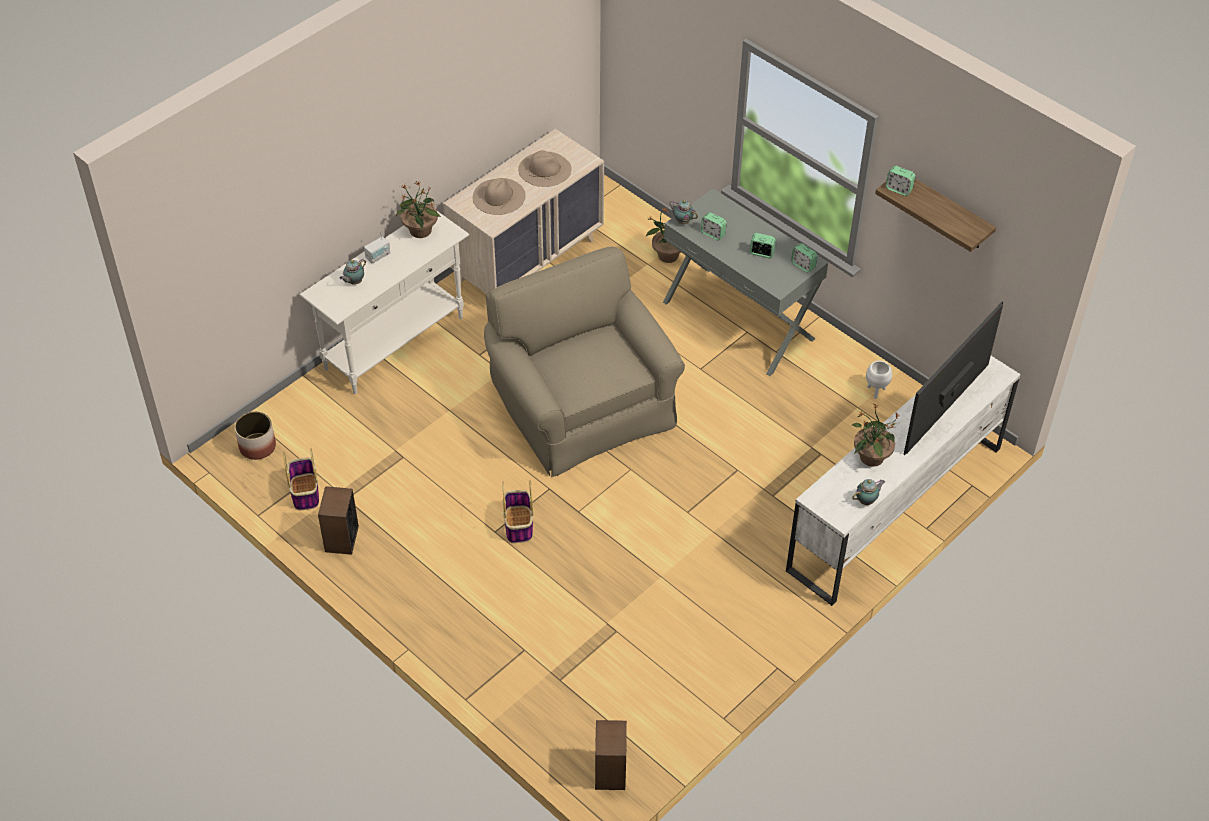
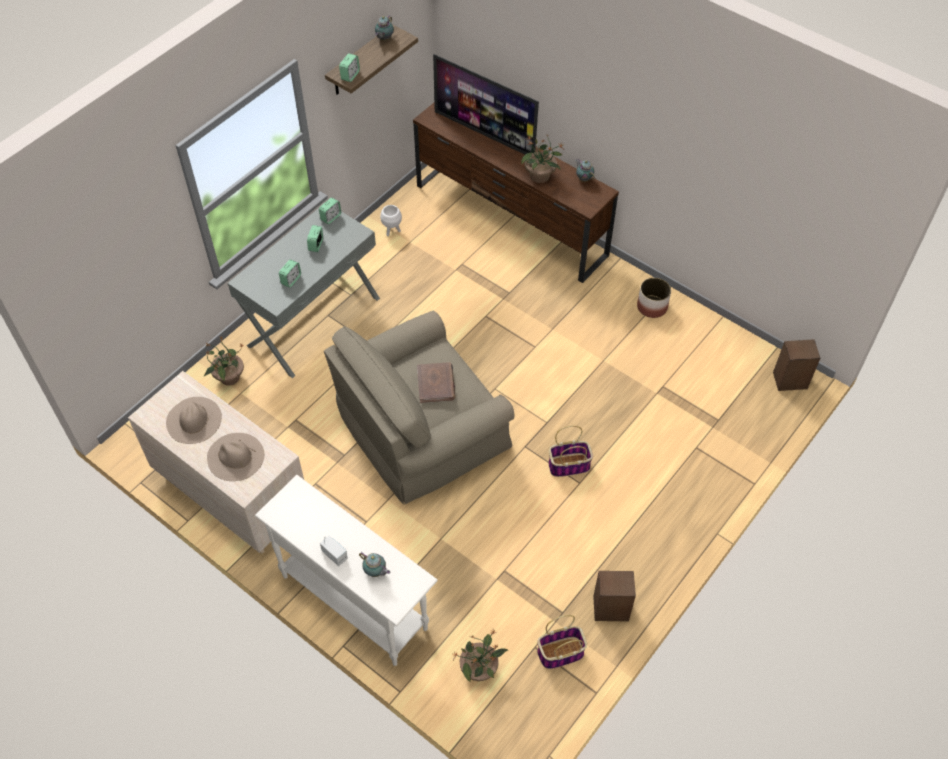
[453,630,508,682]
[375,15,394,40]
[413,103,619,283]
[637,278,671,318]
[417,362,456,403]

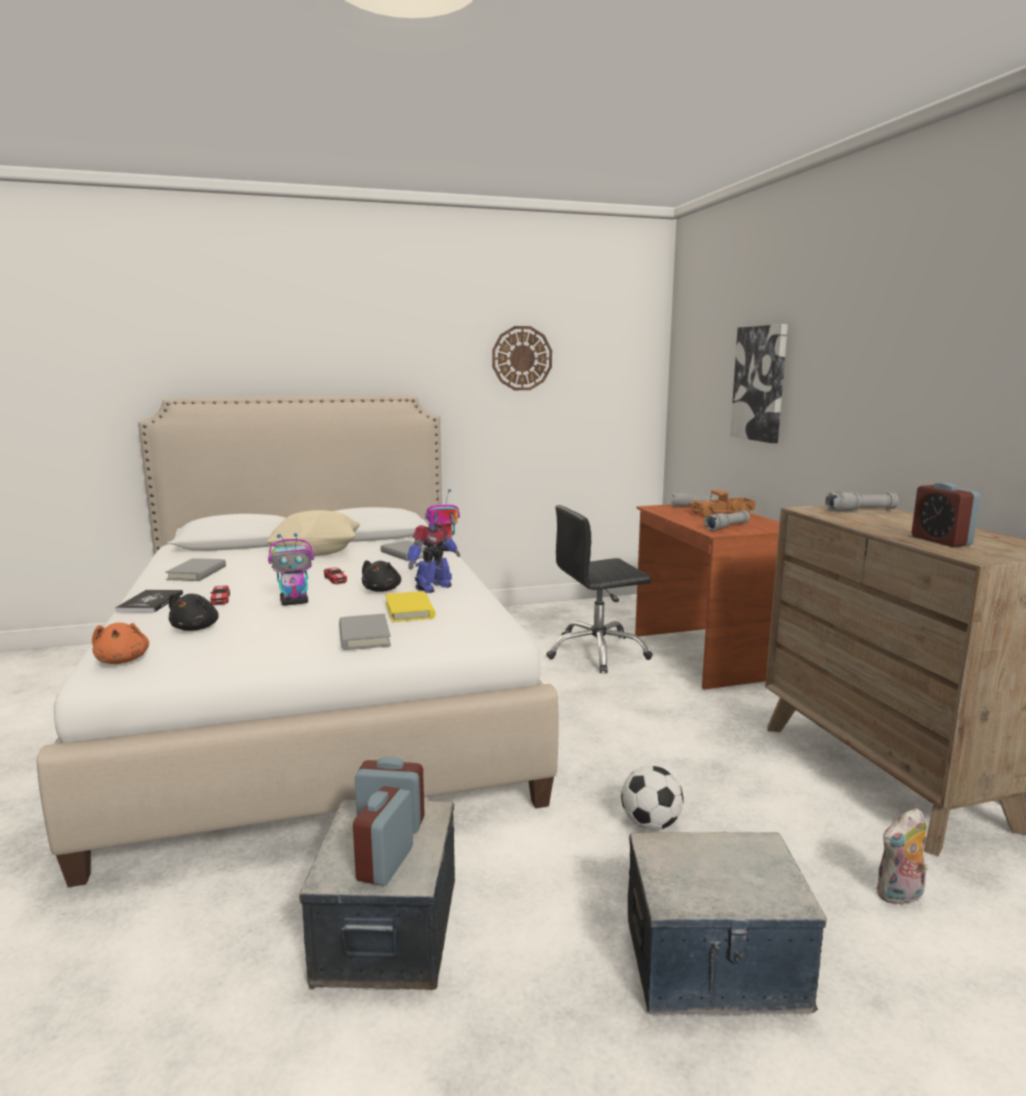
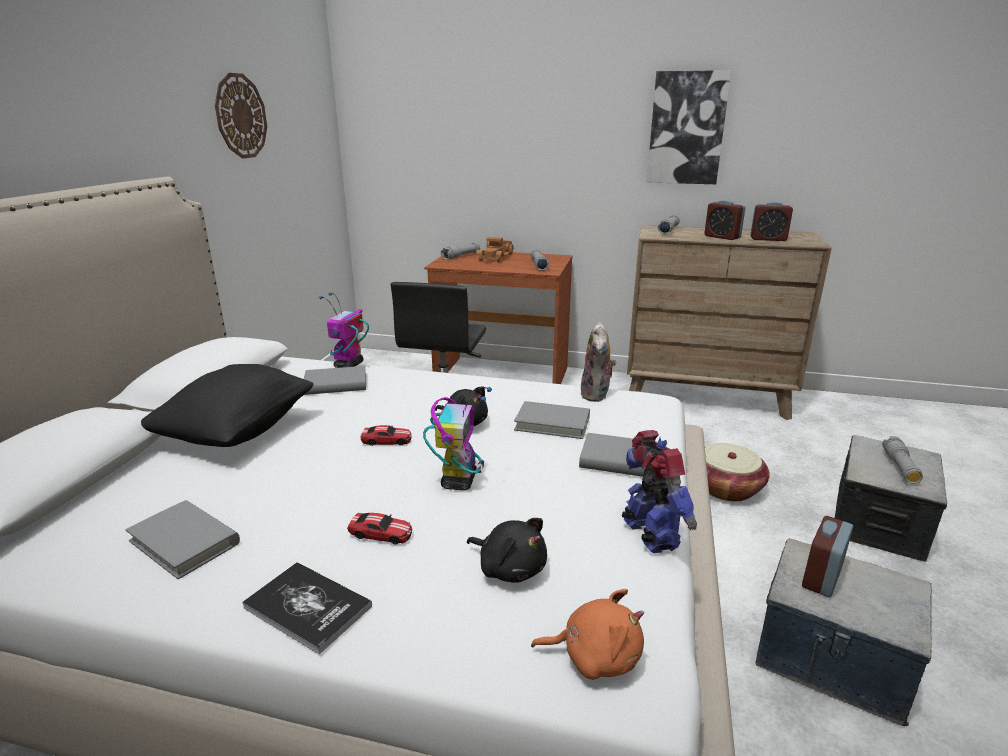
[647,70,731,184]
[141,364,314,447]
[622,430,697,553]
[514,401,590,439]
[705,443,770,501]
[704,200,746,240]
[581,322,616,402]
[882,436,923,484]

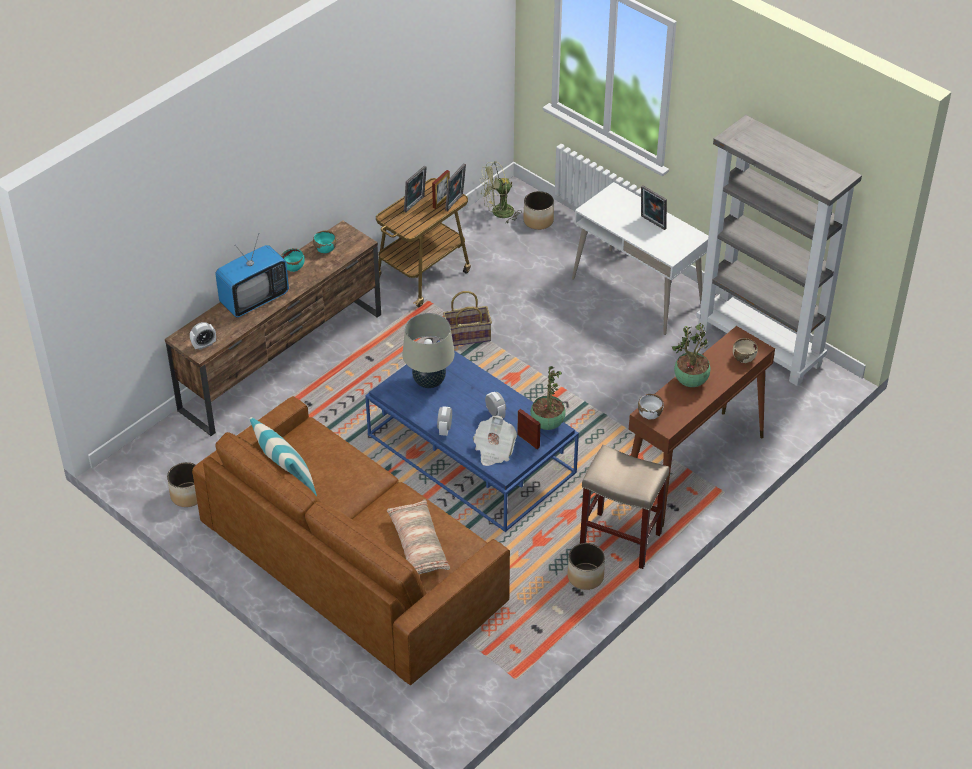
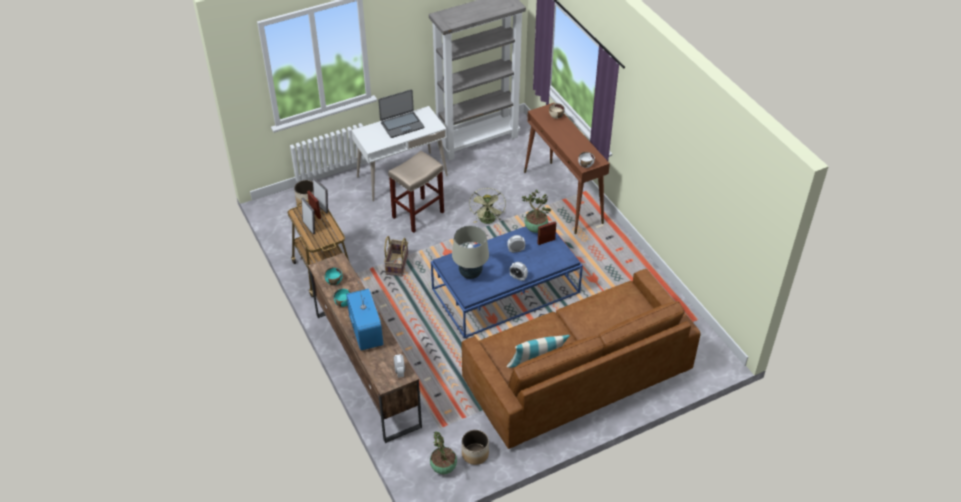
[469,188,506,224]
[378,89,424,138]
[430,432,457,474]
[473,416,517,466] (first image)
[388,151,444,233]
[387,499,450,574] (first image)
[568,543,605,590] (first image)

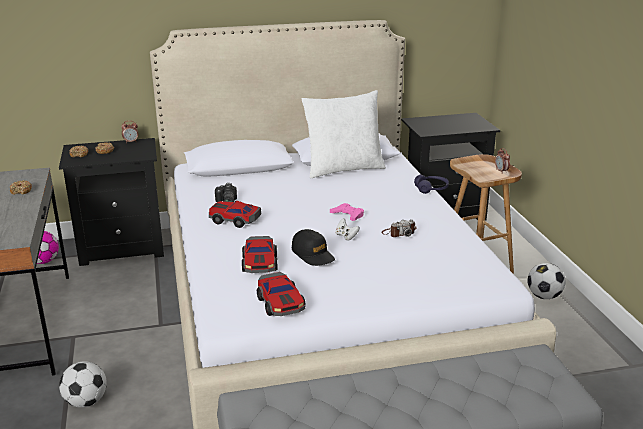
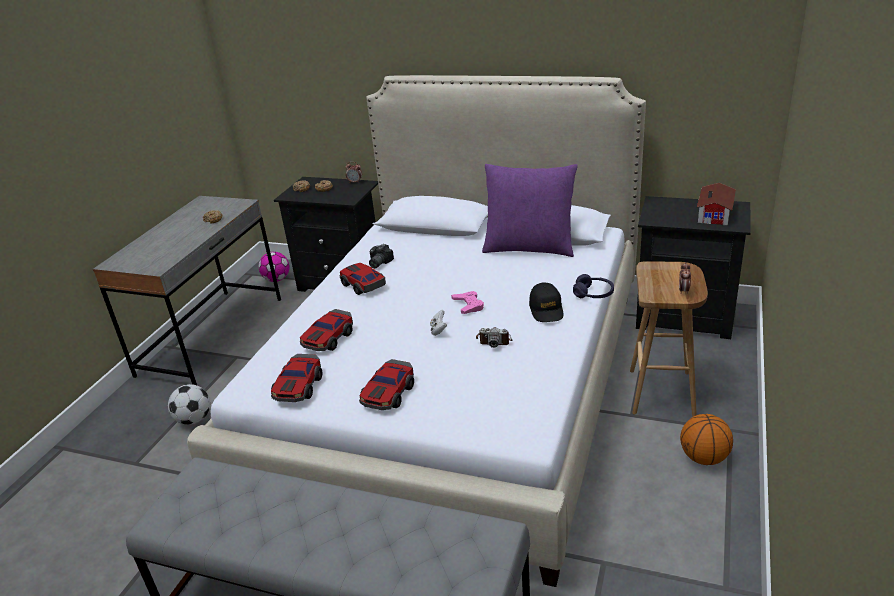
[482,164,578,257]
[529,282,564,322]
[680,414,733,465]
[697,183,736,225]
[359,359,414,410]

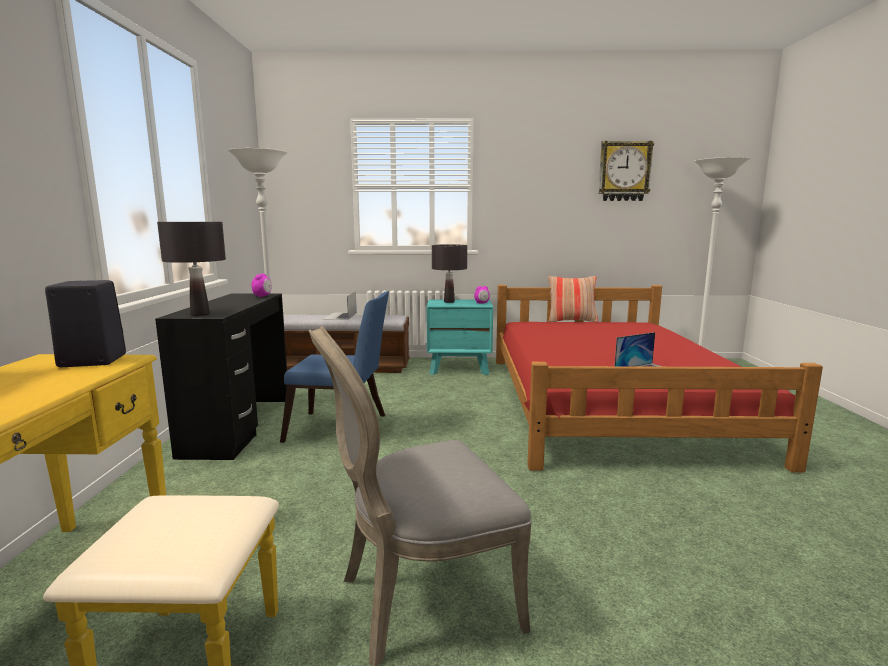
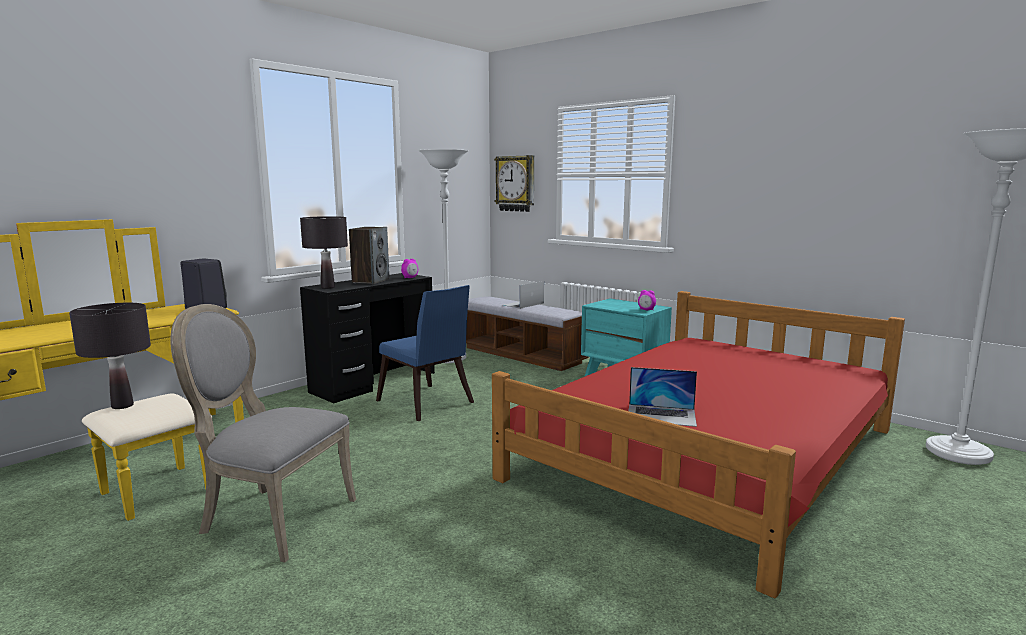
[494,155,534,212]
[69,303,151,409]
[548,276,598,322] (first image)
[349,227,389,284]

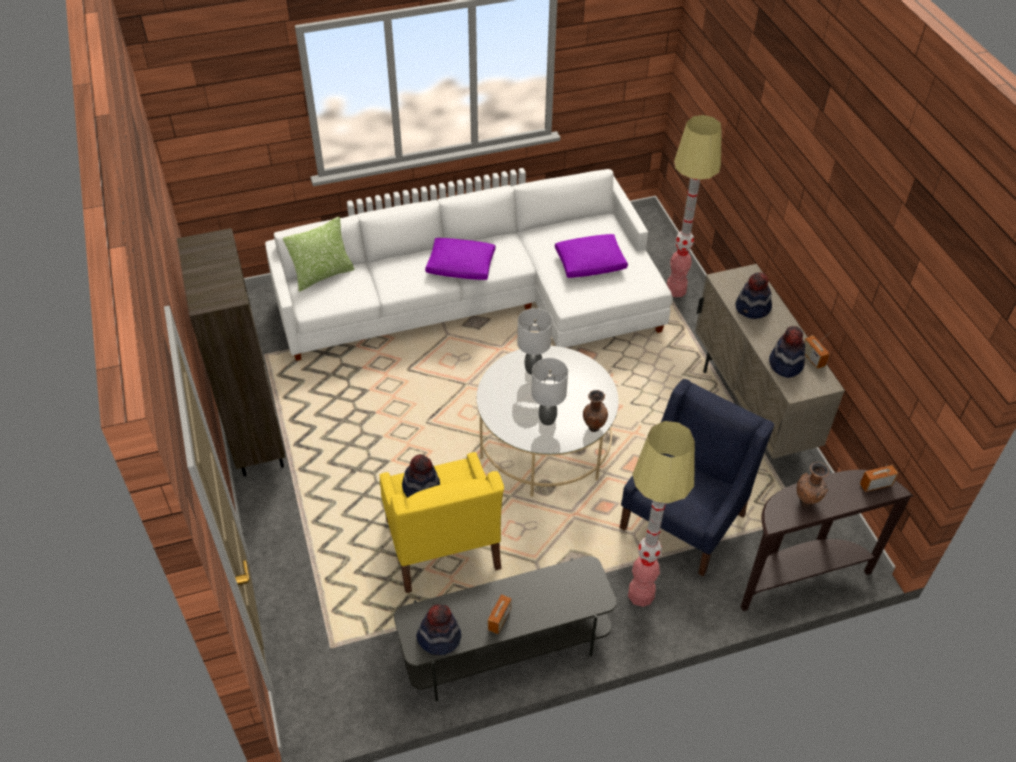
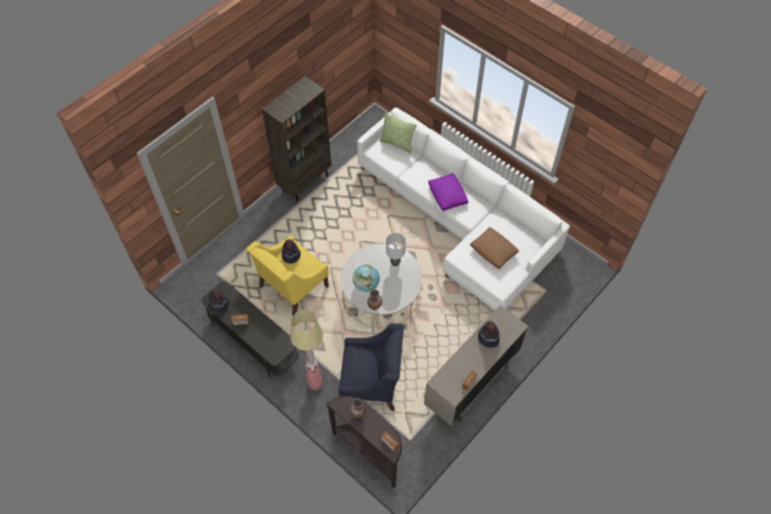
[667,115,722,297] (first image)
[470,227,519,269]
[769,326,805,378] (first image)
[353,265,380,292]

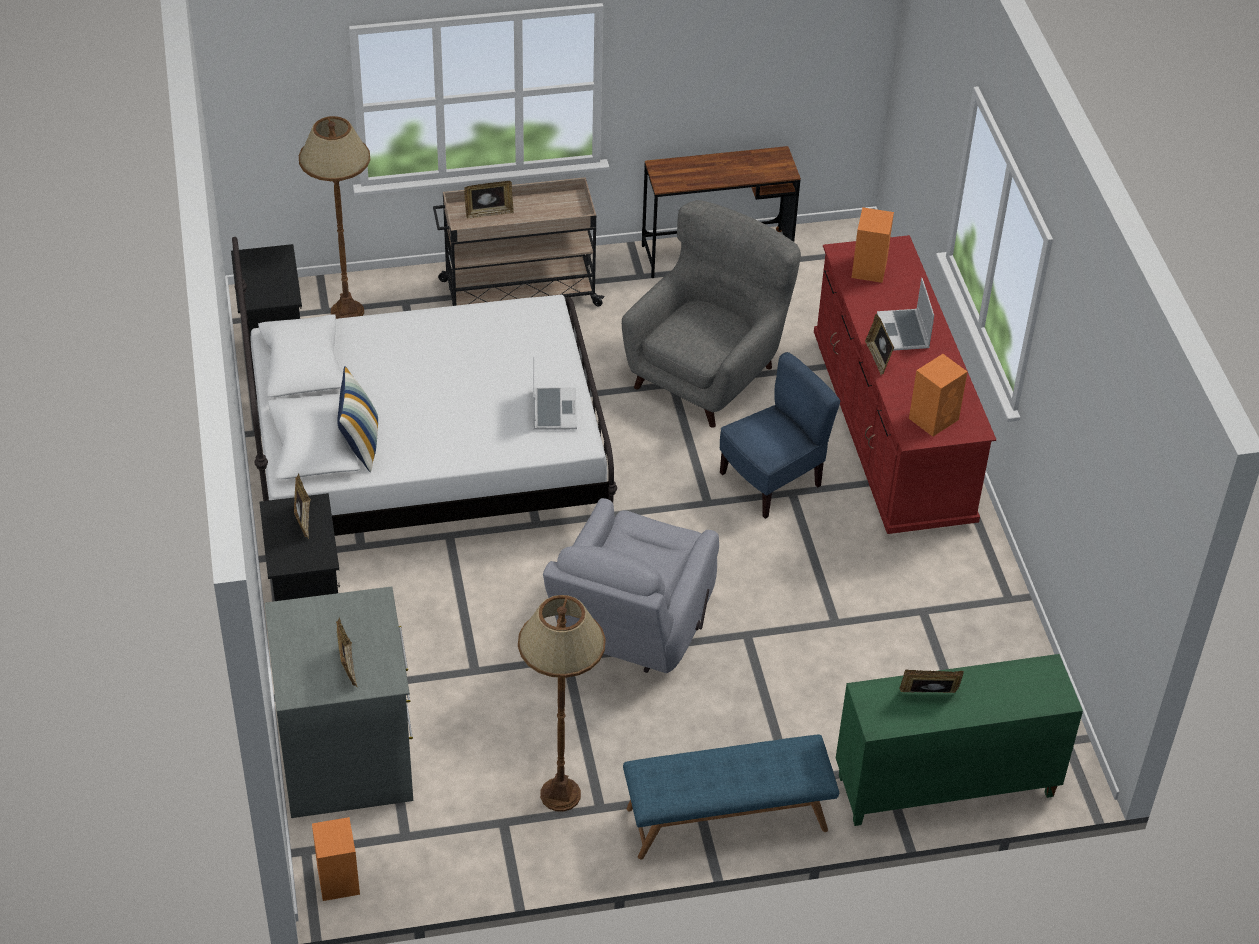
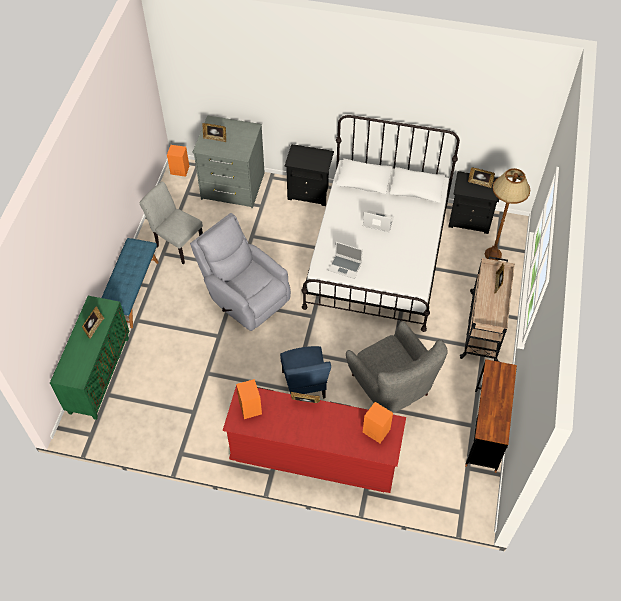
[363,210,394,232]
[337,366,378,472] (first image)
[468,168,495,188]
[139,181,203,265]

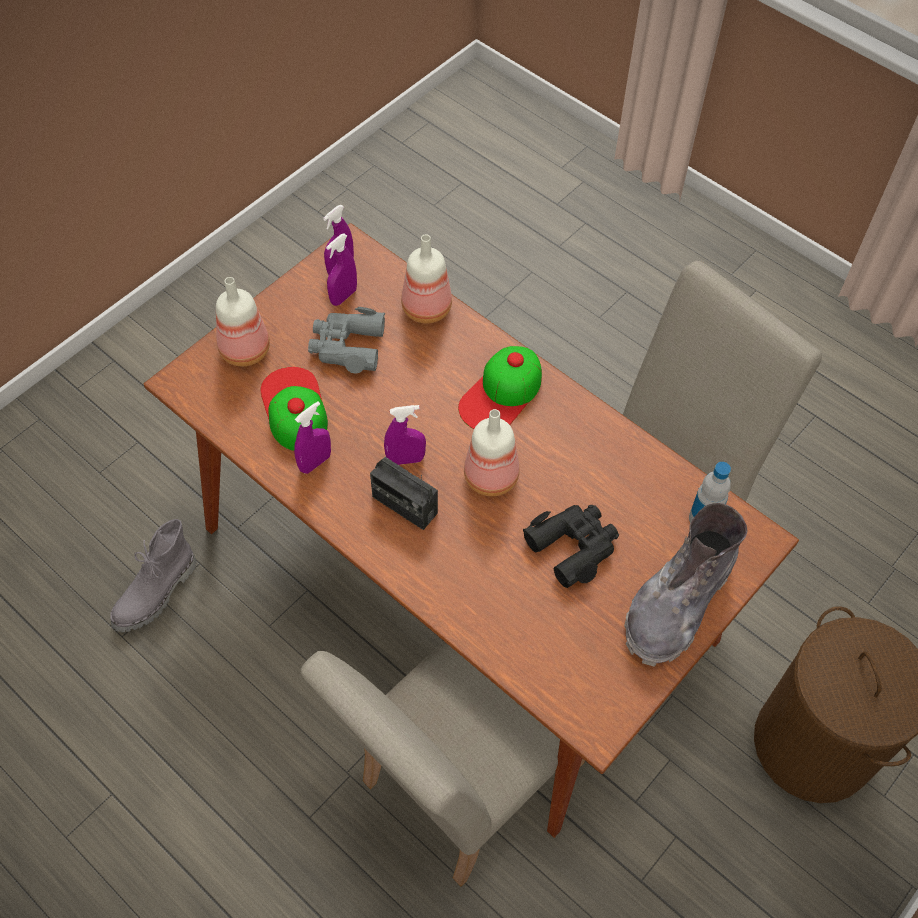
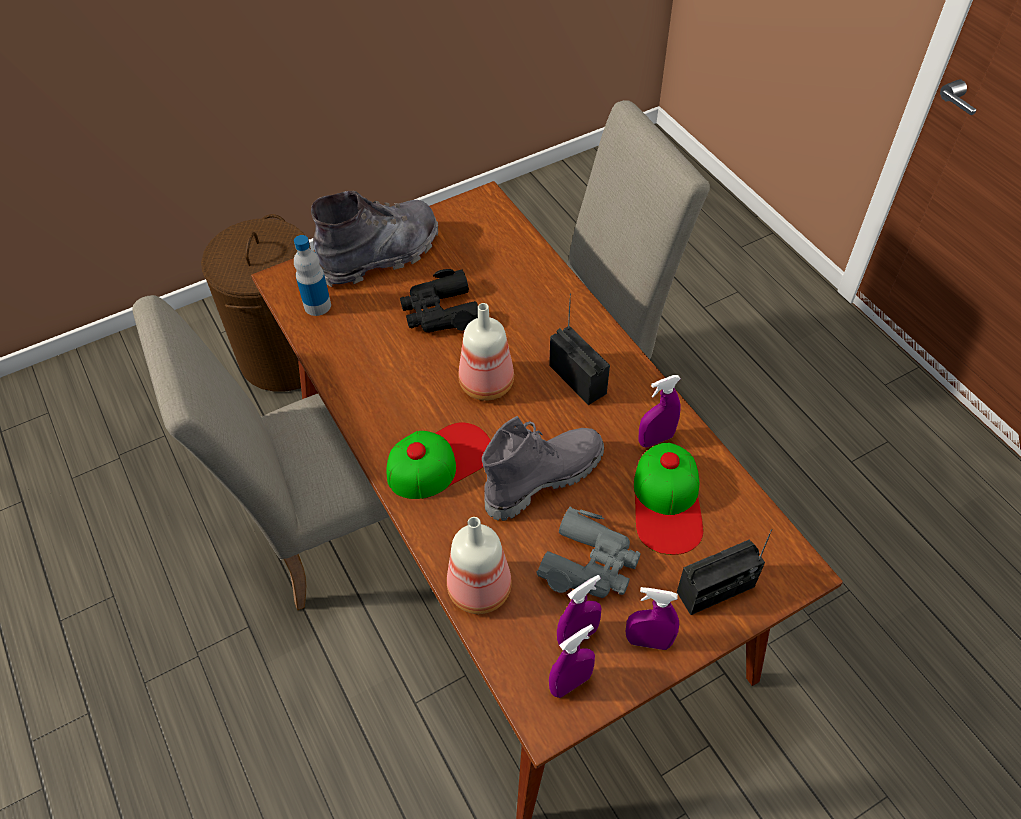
[677,529,772,615]
[626,587,679,650]
[482,416,604,521]

